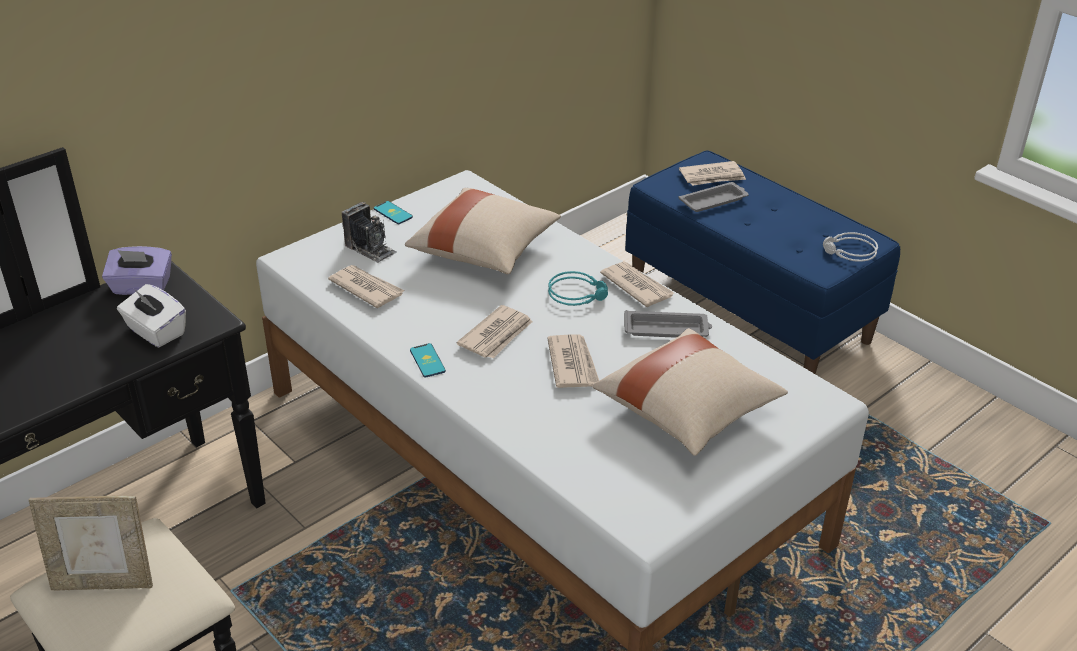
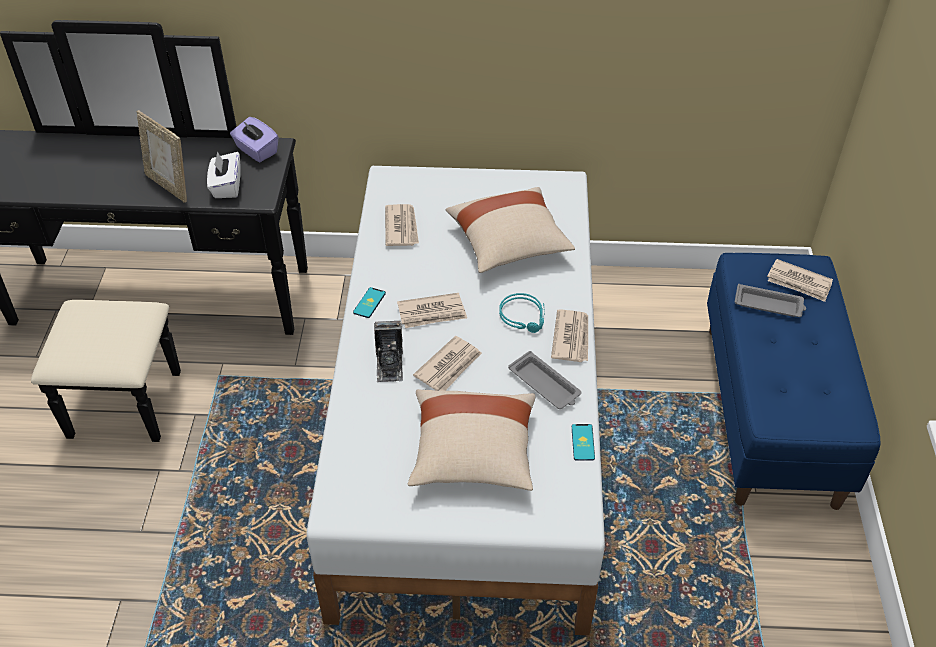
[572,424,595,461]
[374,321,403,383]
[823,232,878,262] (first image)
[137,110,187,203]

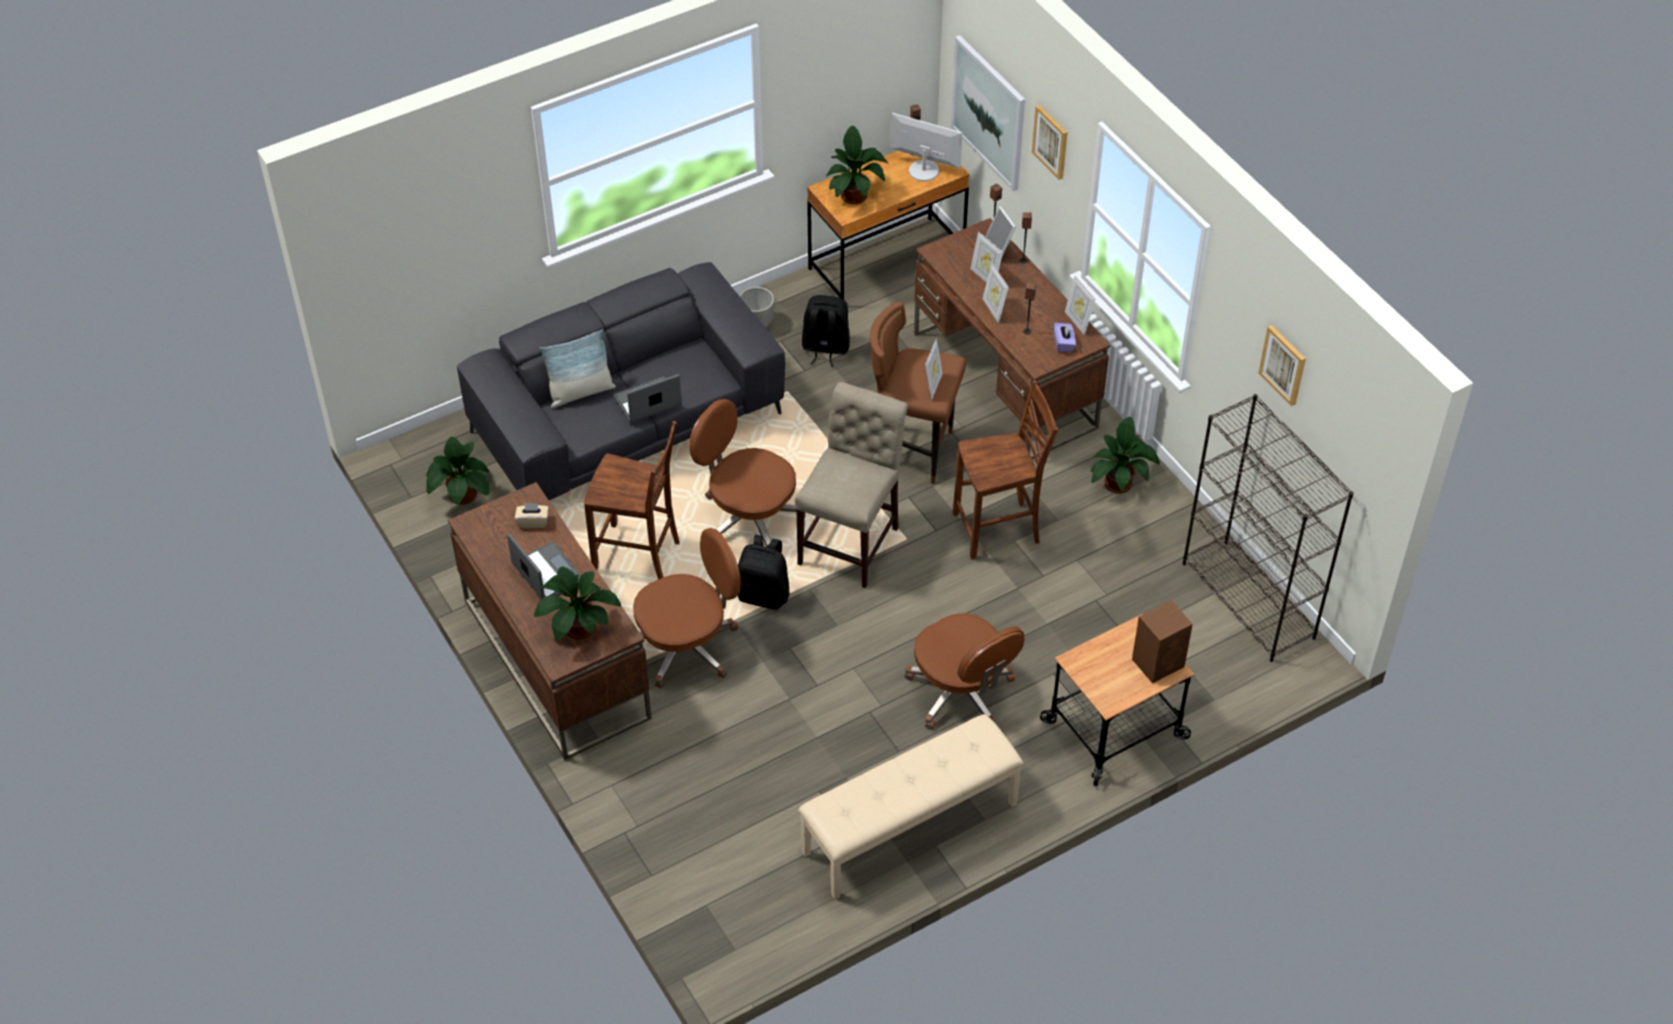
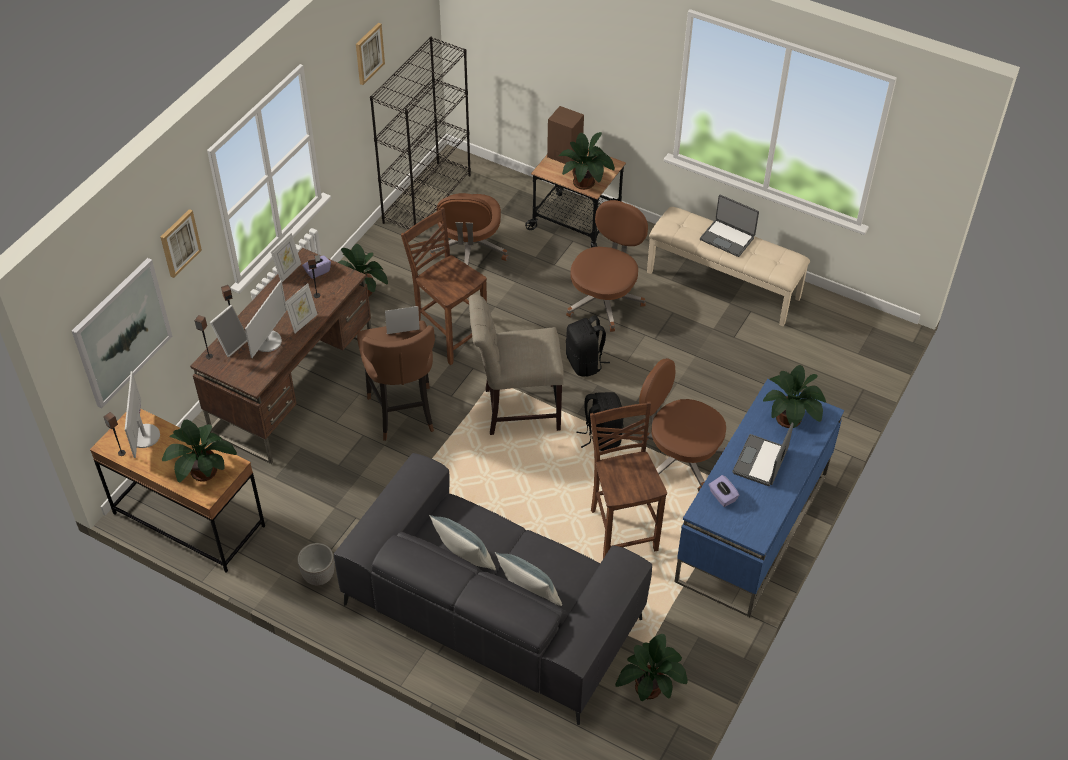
[245,280,287,358]
[566,315,610,376]
[700,195,759,257]
[430,193,508,266]
[674,379,844,617]
[709,475,739,507]
[557,132,615,190]
[429,515,496,570]

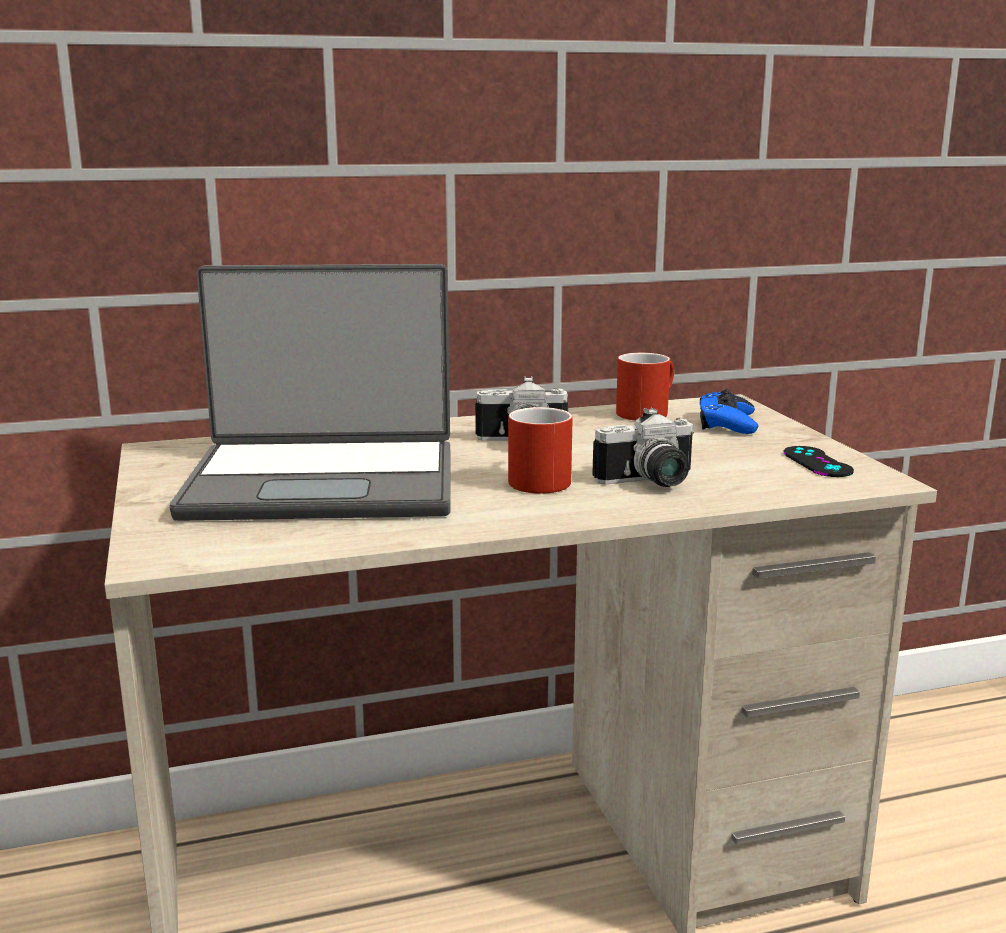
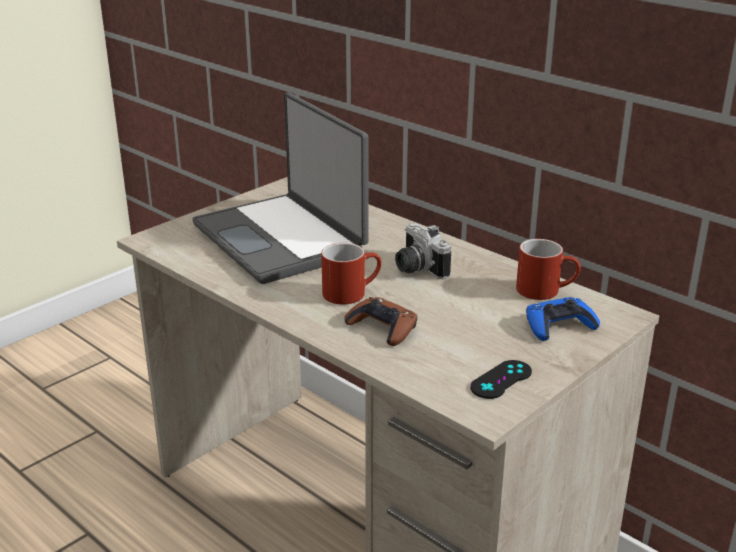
[344,297,417,346]

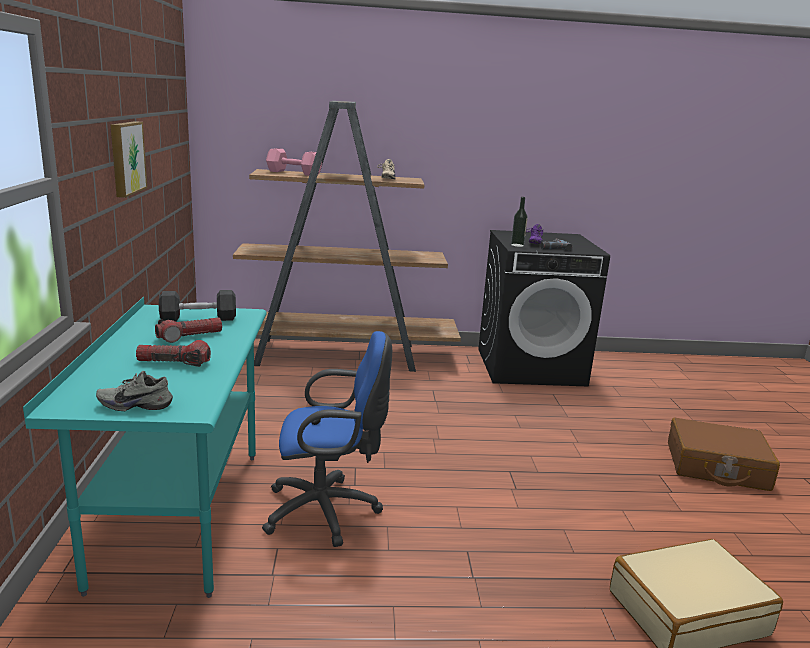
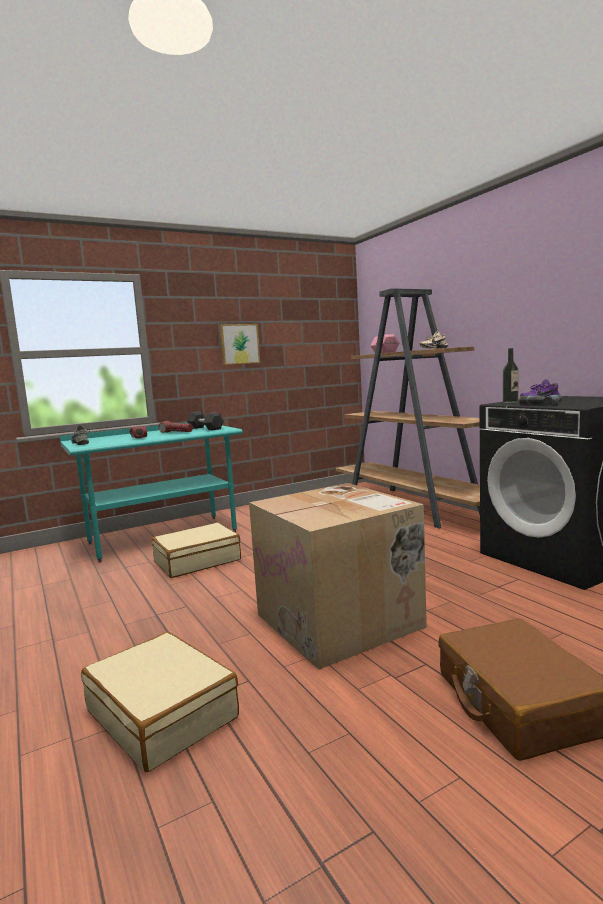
[152,522,241,578]
[249,483,427,670]

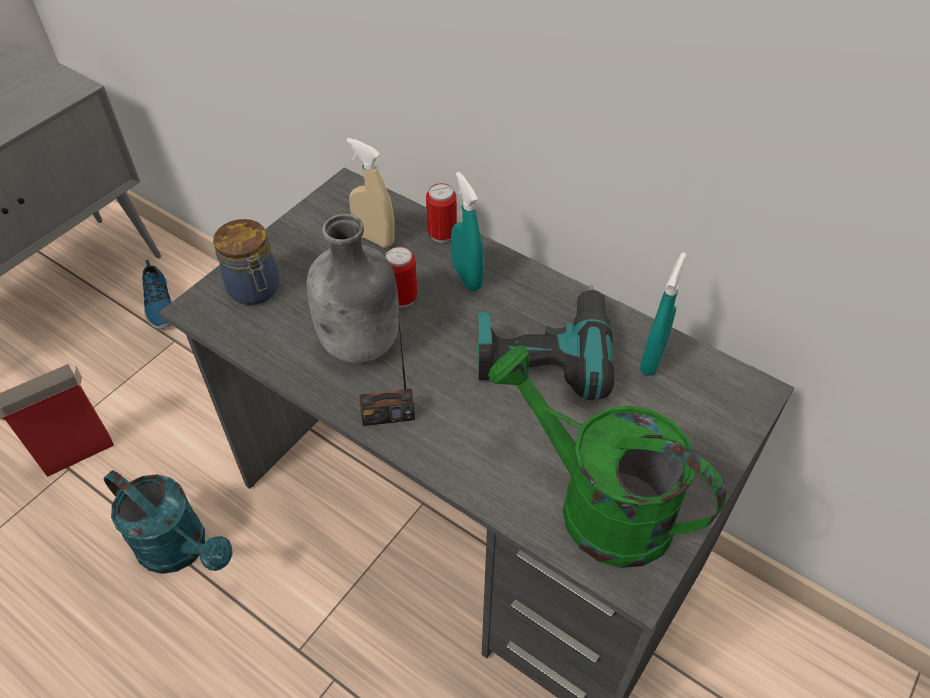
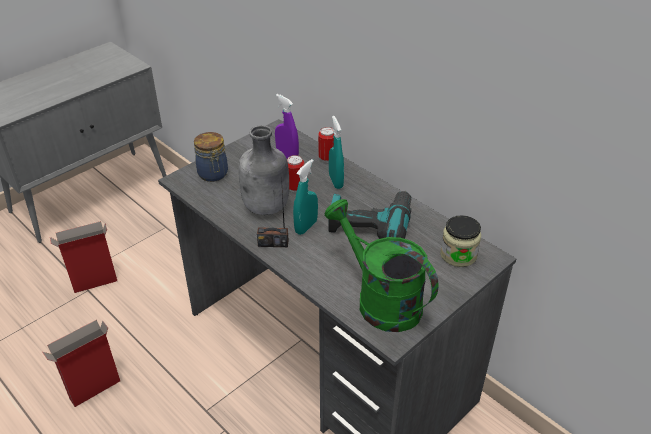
[275,94,299,159]
[293,159,318,235]
[142,260,172,329] (first image)
[104,470,233,574] (first image)
[440,215,481,267]
[43,320,120,407]

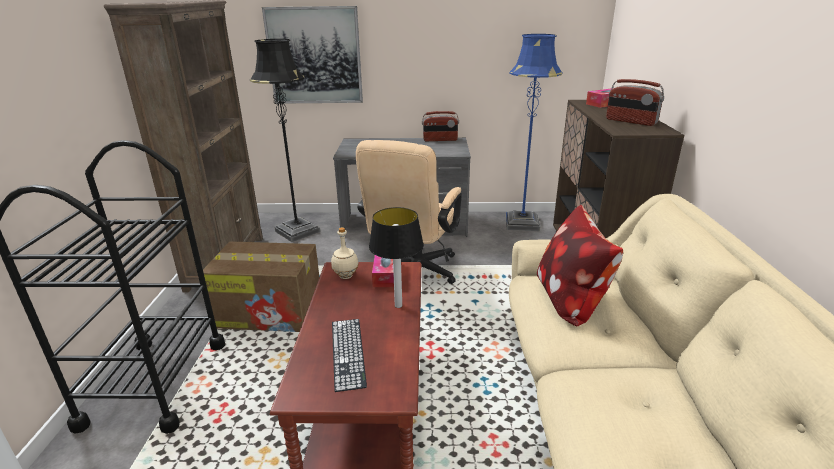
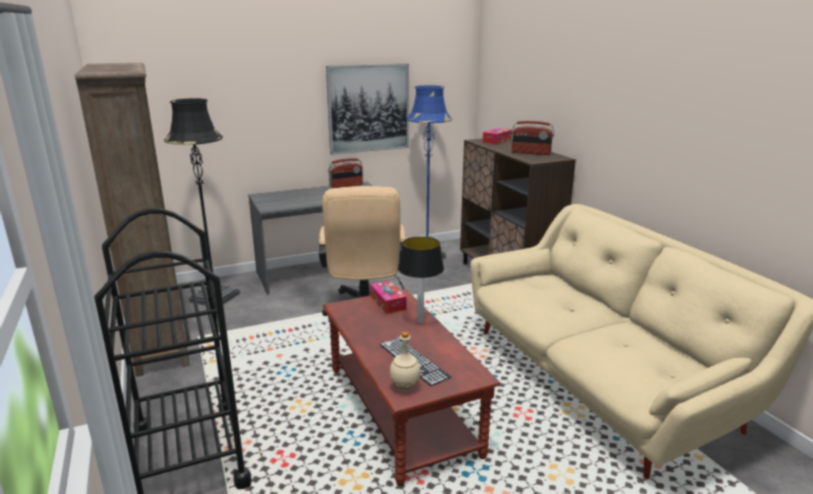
[326,64,409,155]
[537,205,623,326] (first image)
[390,332,421,391]
[203,241,319,332] (first image)

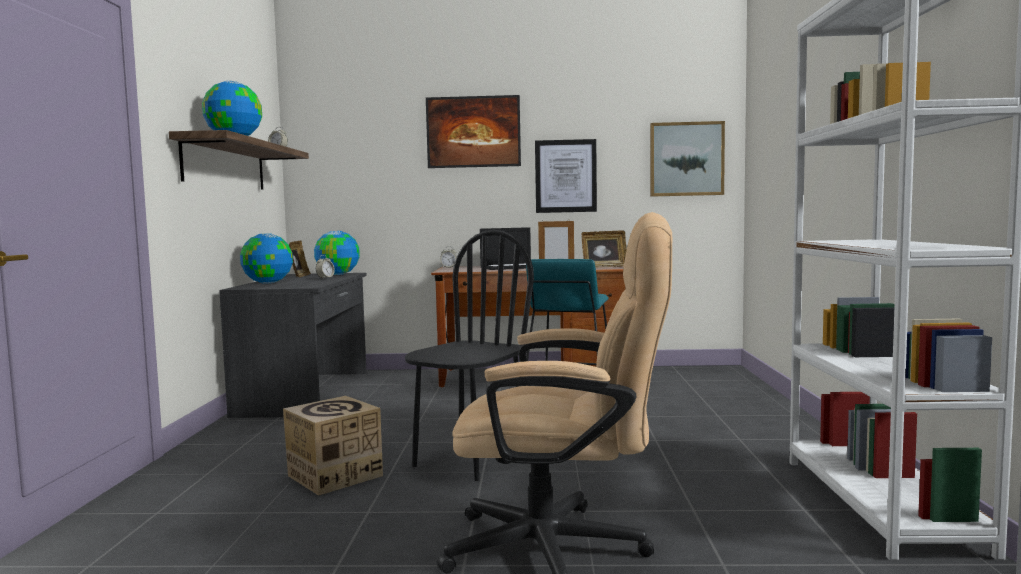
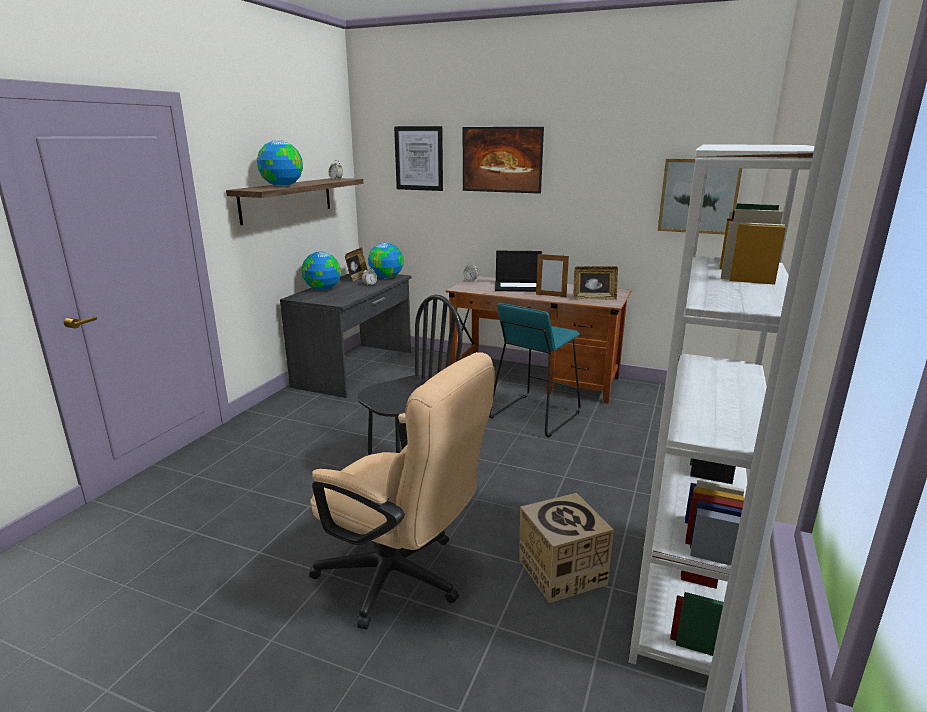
[394,126,443,191]
[519,493,614,603]

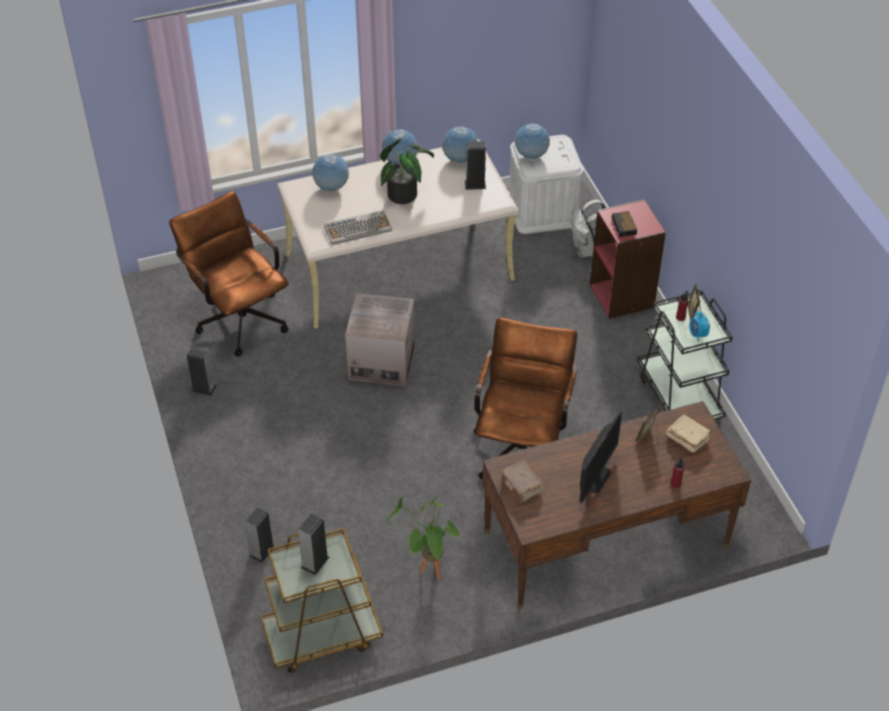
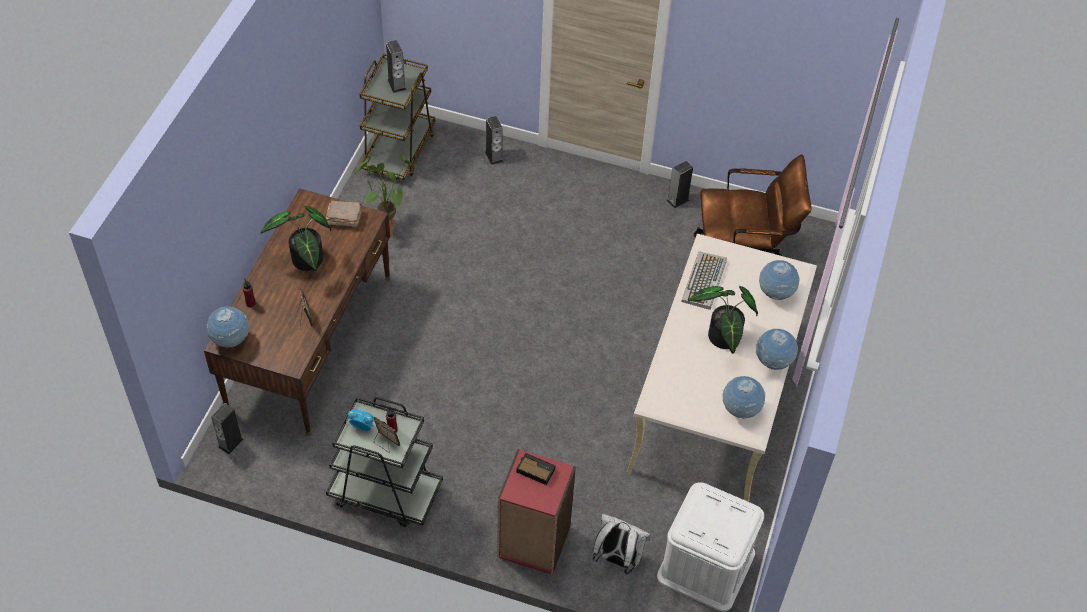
[206,306,249,348]
[211,403,244,454]
[345,293,415,386] (first image)
[473,318,577,479] (first image)
[261,206,331,271]
[666,414,712,453] (first image)

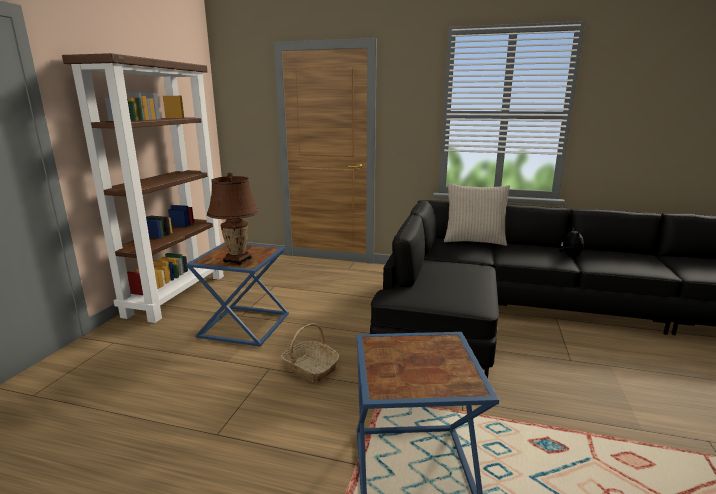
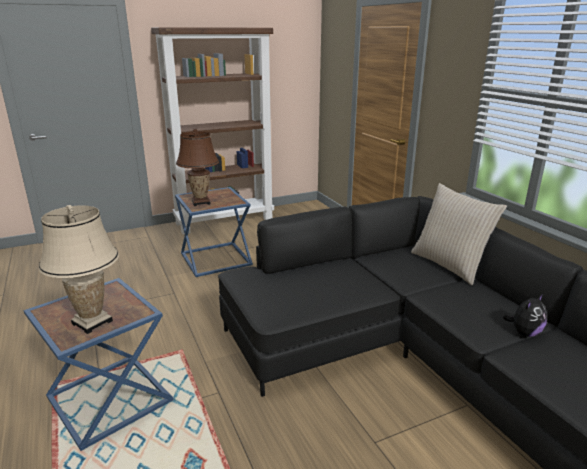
[281,323,340,383] (first image)
[39,205,119,334]

